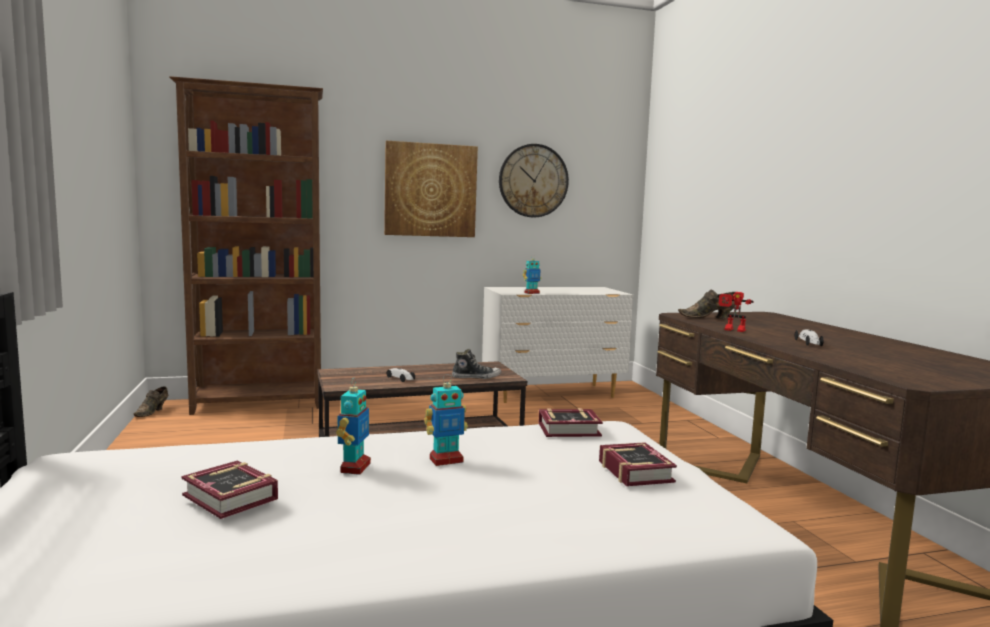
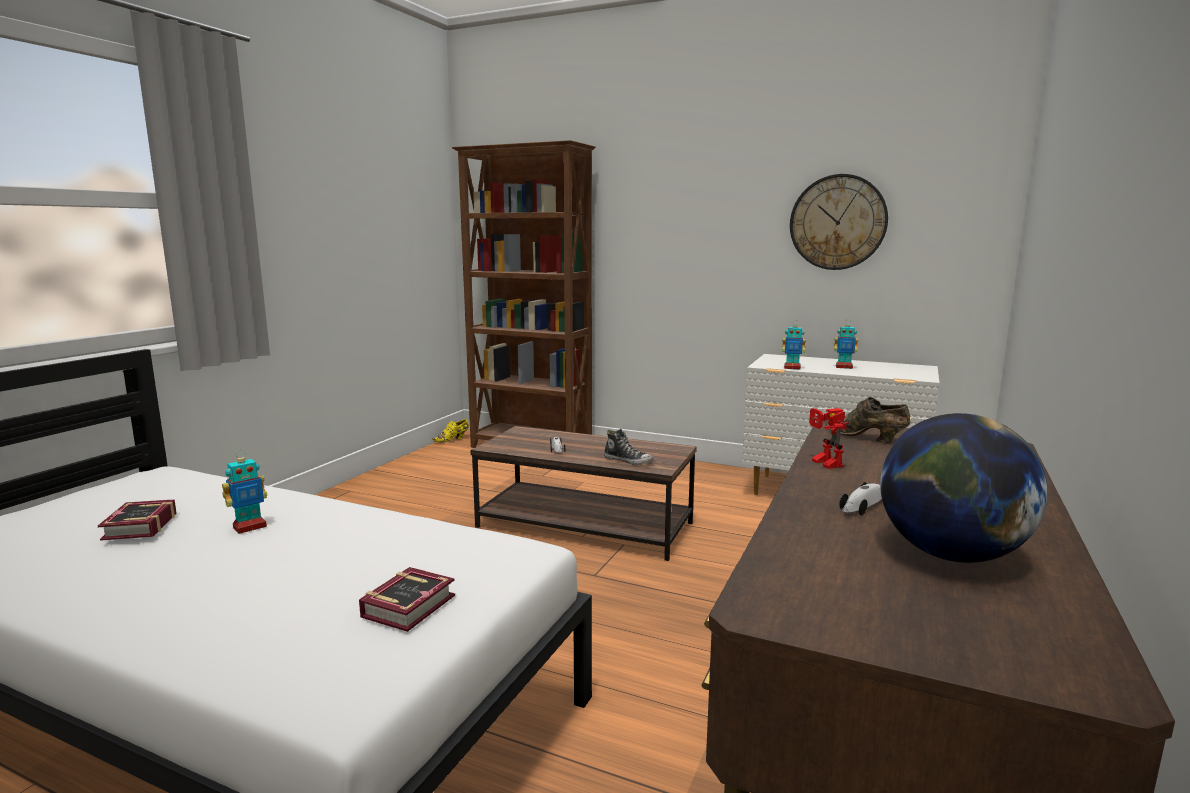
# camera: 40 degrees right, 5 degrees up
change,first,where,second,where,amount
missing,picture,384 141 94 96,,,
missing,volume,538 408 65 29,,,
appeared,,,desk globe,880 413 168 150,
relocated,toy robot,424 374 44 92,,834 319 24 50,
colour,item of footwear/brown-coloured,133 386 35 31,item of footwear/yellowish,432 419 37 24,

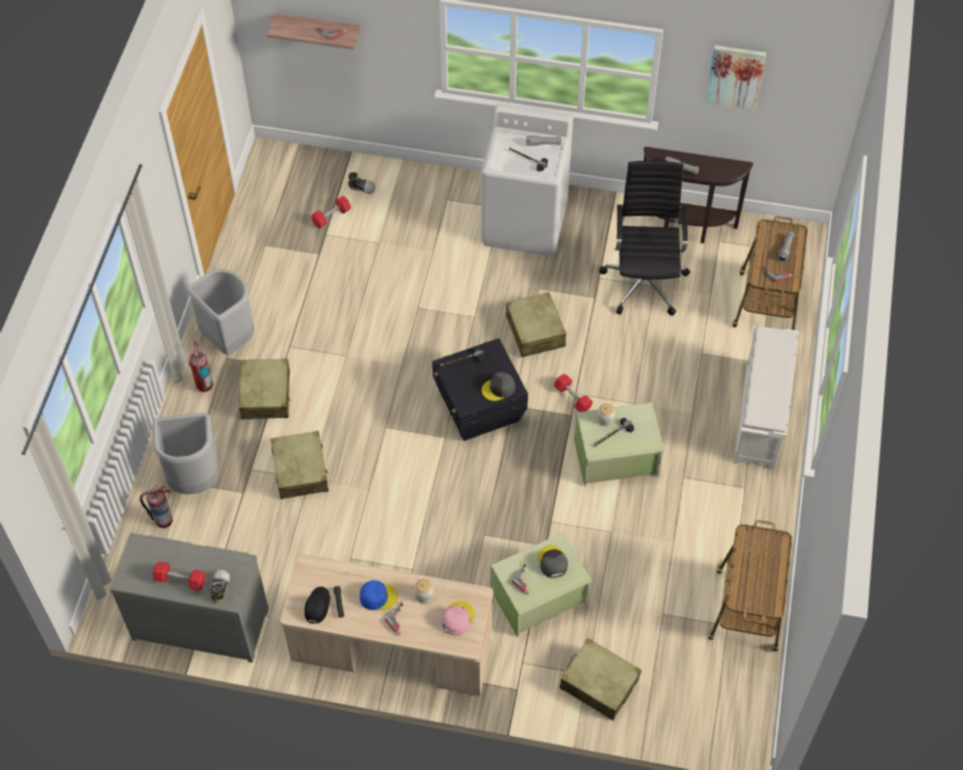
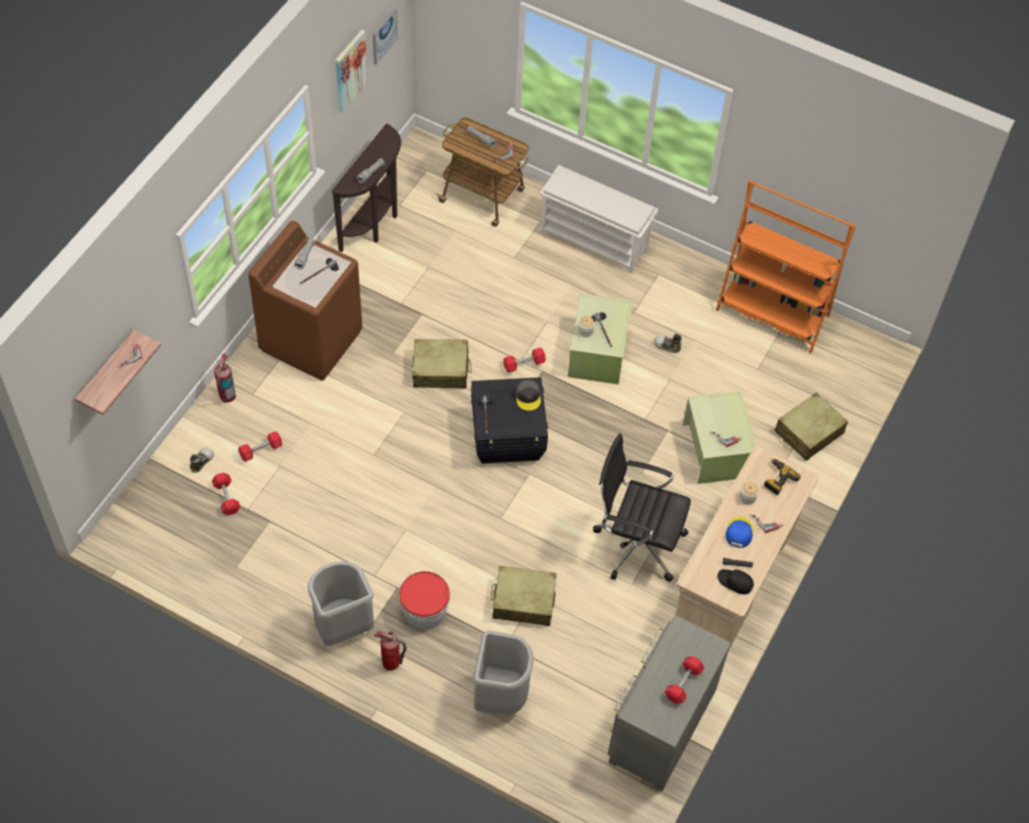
# camera: 75 degrees left, 0 degrees up
change,first,where,second,where,amount
missing,baseball cap/grey,538 545 30 33,,,
appeared,,,dumbbell/reddish,238 431 44 31,
appeared,,,picture,372 9 26 56,
relocated,fire-fighting cylinder,140 485 33 43,,214 353 22 50,
relocated,item of footwear,210 570 20 34,,654 334 28 19,
relocated,office chair/black-coloured,599 161 91 154,,593 433 98 149,
exchanged,piece of luggage/beige,239 359 51 60,bucket,399 571 51 59,
exchanged,baseball cap/pink,442 601 32 35,electric drill,764 458 37 37,
exchanged,trolley,708 520 84 131,bookcase/orangey,716 180 140 173,
colour,washing machine/whitish,481 105 92 151,washing machine/brown-coloured,248 221 114 160,

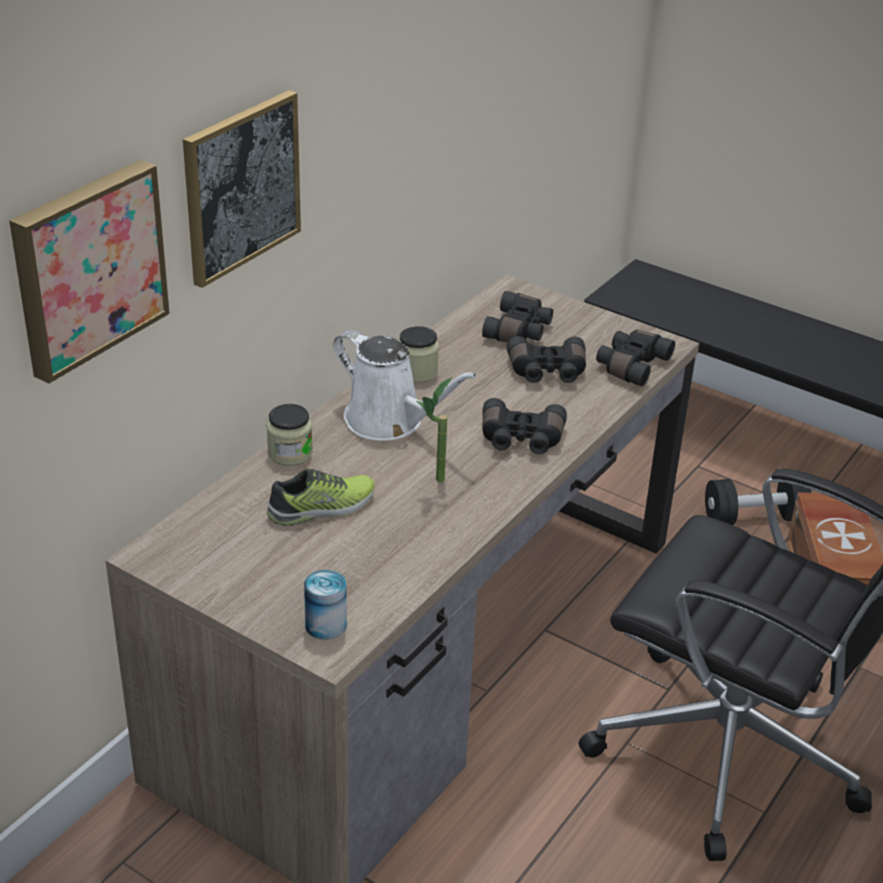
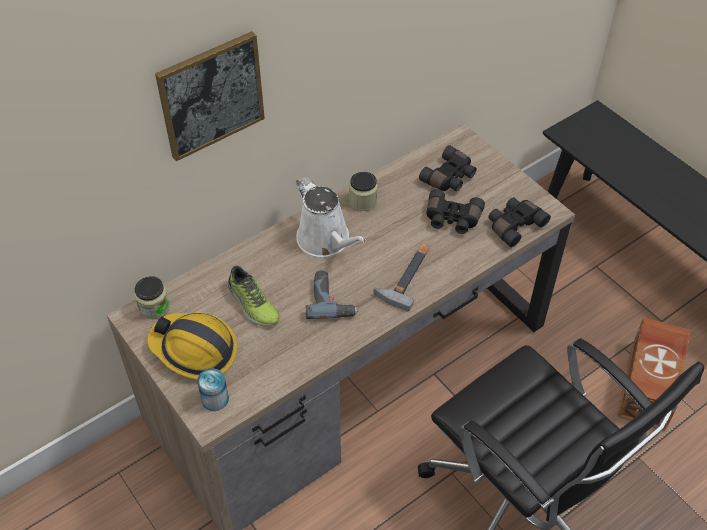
# camera: 20 degrees right, 15 degrees up
change,first,where,second,where,amount
missing,picture,9 160 161 224,,,
missing,dumbbell/black-coloured,705 479 107 46,,,
appeared,,,hard hat,147 313 90 66,
relocated,preserve jar,267 404 46 62,,134 276 36 43,
exchanged,plant in a pot,416 377 36 105,electric drill,306 270 52 49,
exchanged,field glasses/black-coloured,482 398 85 56,hand hammer,374 244 56 68,
spun,item of footwear,267 469 107 57,,228 266 52 61,60 degrees clockwise

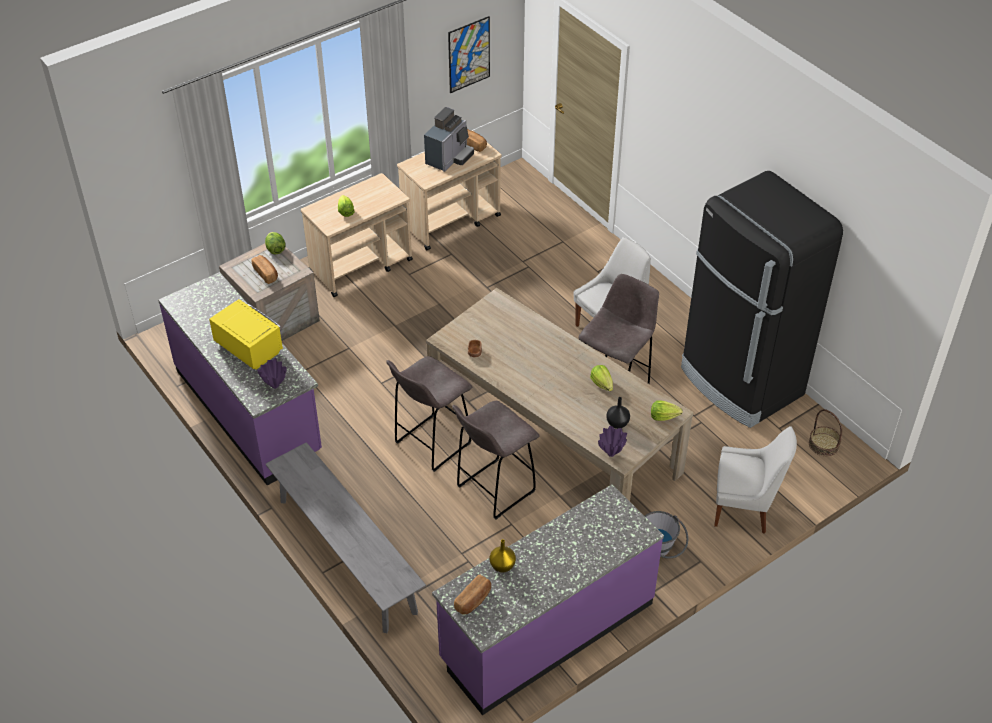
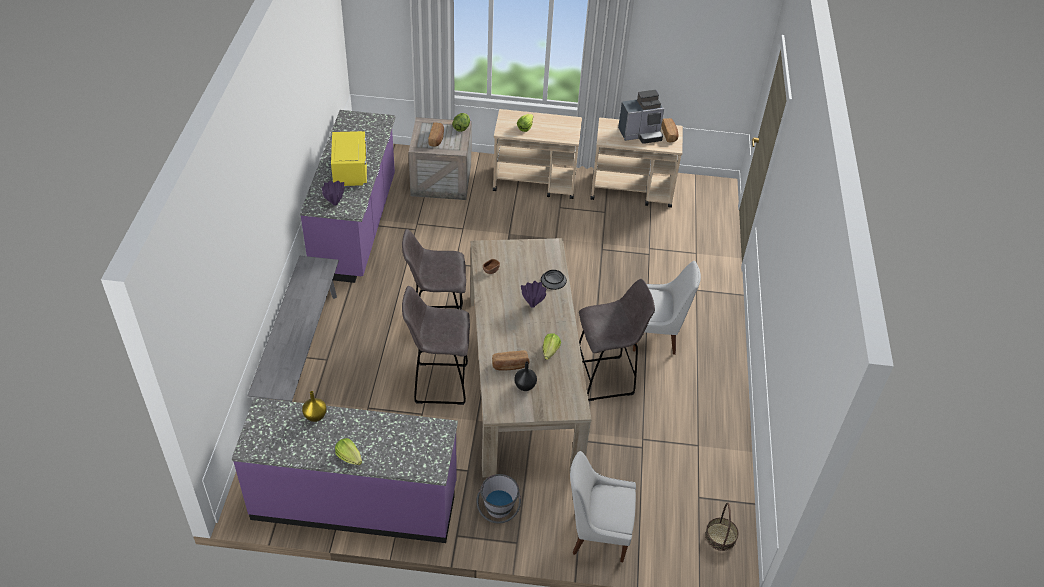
# camera: 40 degrees right, 0 degrees up
change,first,where,second,where,amount
missing,picture,448 16 42 77,,,
missing,kitchen fridge/black-coloured,681 171 162 257,,,
appeared,,,serving bowl,541 270 26 20,
relocated,bakery bread,454 575 37 40,,492 351 37 19,
relocated,flower vase/purple-coloured,598 426 29 31,,521 281 25 27,
relocated,lettuce head,651 400 32 21,,335 438 27 27,
spun,chair/whitish,714 426 83 108,,570 451 66 111,135 degrees clockwise

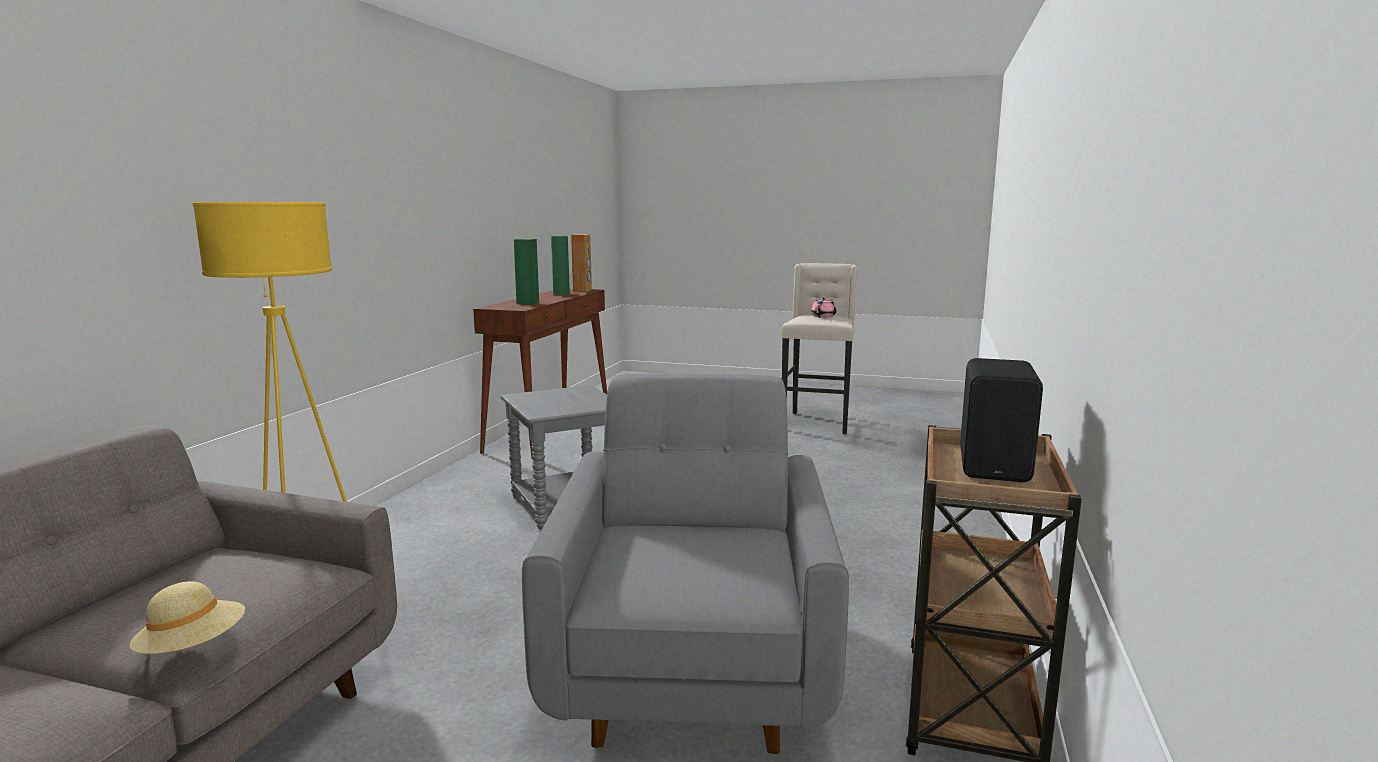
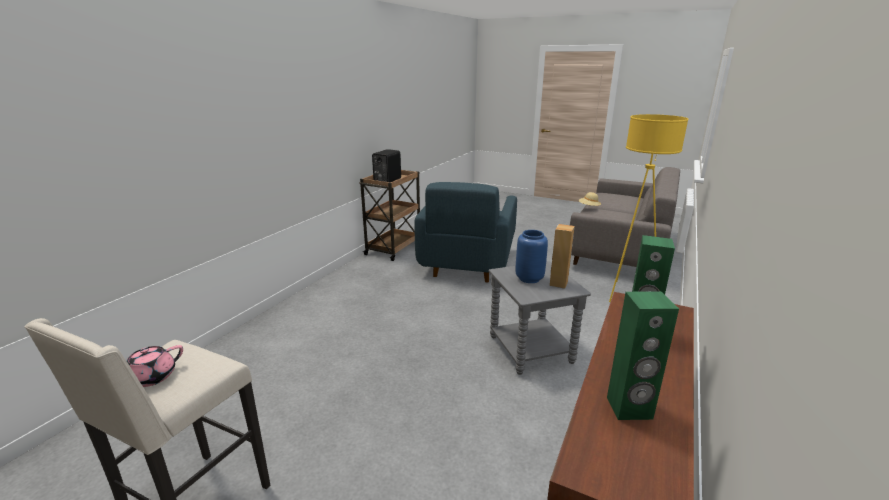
# camera: 170 degrees left, 10 degrees up
change,first,where,second,where,amount
appeared,,,flower vase/bluish,515 230 33 53,
relocated,speaker/brown-coloured,571 234 21 58,,550 224 25 65,
colour,armchair/grey,522 373 327 381,armchair/bluish,414 182 103 101,

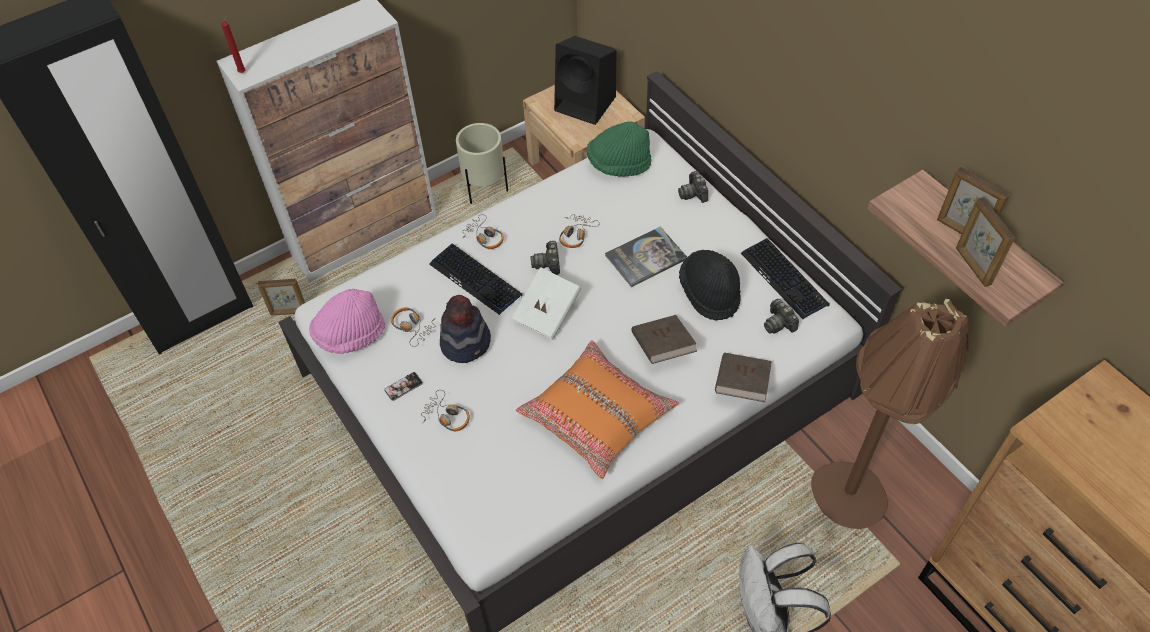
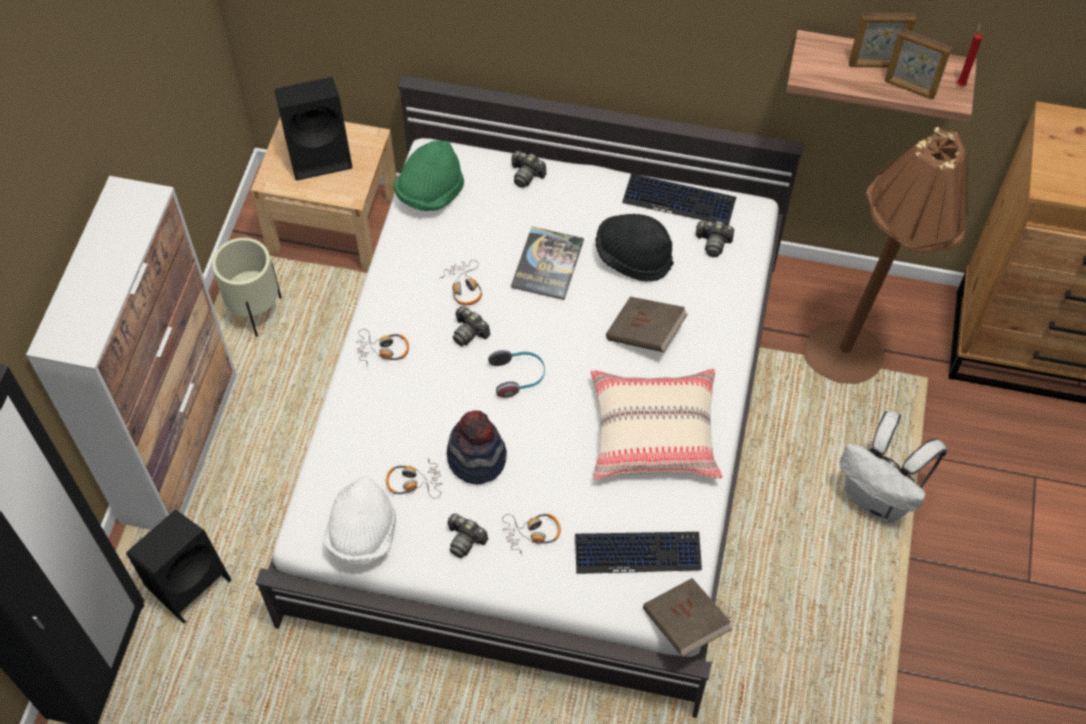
# camera: 45 degrees left, 5 degrees up
change,first,where,second,where,amount
relocated,candle/reddish,221 14 25 59,,957 24 26 62,
relocated,keyboard,429 244 93 71,,575 532 127 42,
relocated,volume/brown-coloured,715 353 57 49,,643 578 89 79,
exchanged,picture frame,257 279 48 37,speaker/black-coloured,126 510 105 114,
exchanged,handset,384 372 39 29,photo camera,448 513 40 45,
exchanged,volume/whitish,512 267 69 73,headset,488 350 57 48,
colour,hat/pink,309 289 76 65,hat/whitish,323 476 73 89,
colour,cushion/orangey,516 340 163 139,cushion/beige,591 369 132 111,

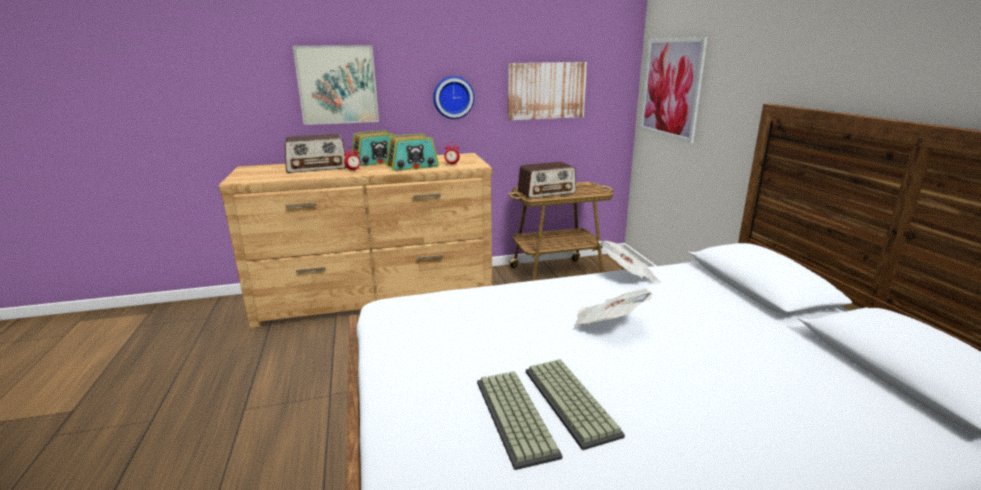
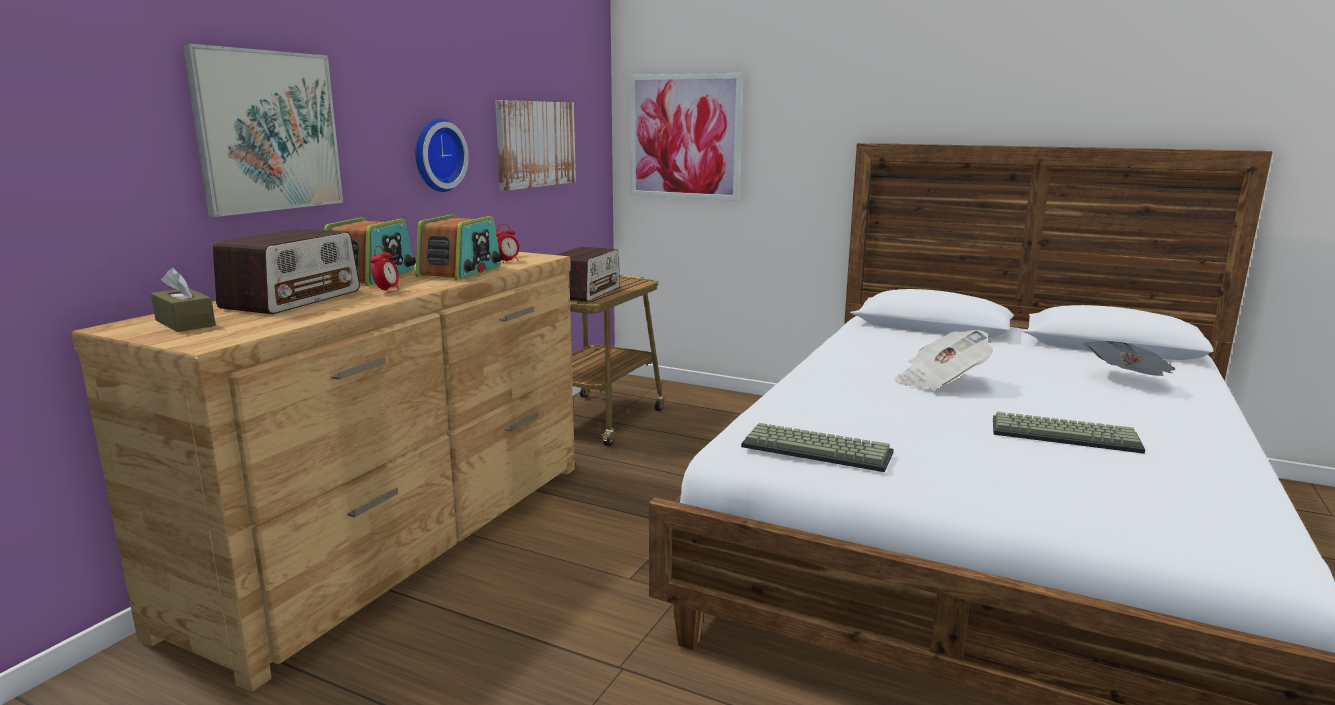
# camera: 50 degrees left, 5 degrees down
change,first,where,second,where,amount
appeared,,,tissue holder/brown-coloured,151 268 65 64,
relocated,keyboard,477 371 85 99,,741 423 153 49,
relocated,newspaper,598 241 63 41,,1083 341 92 35,

